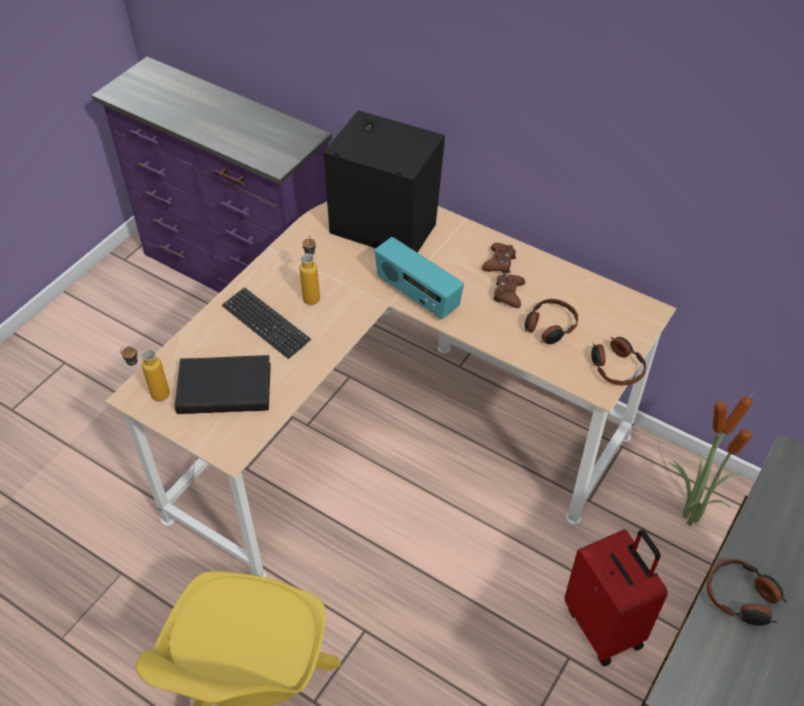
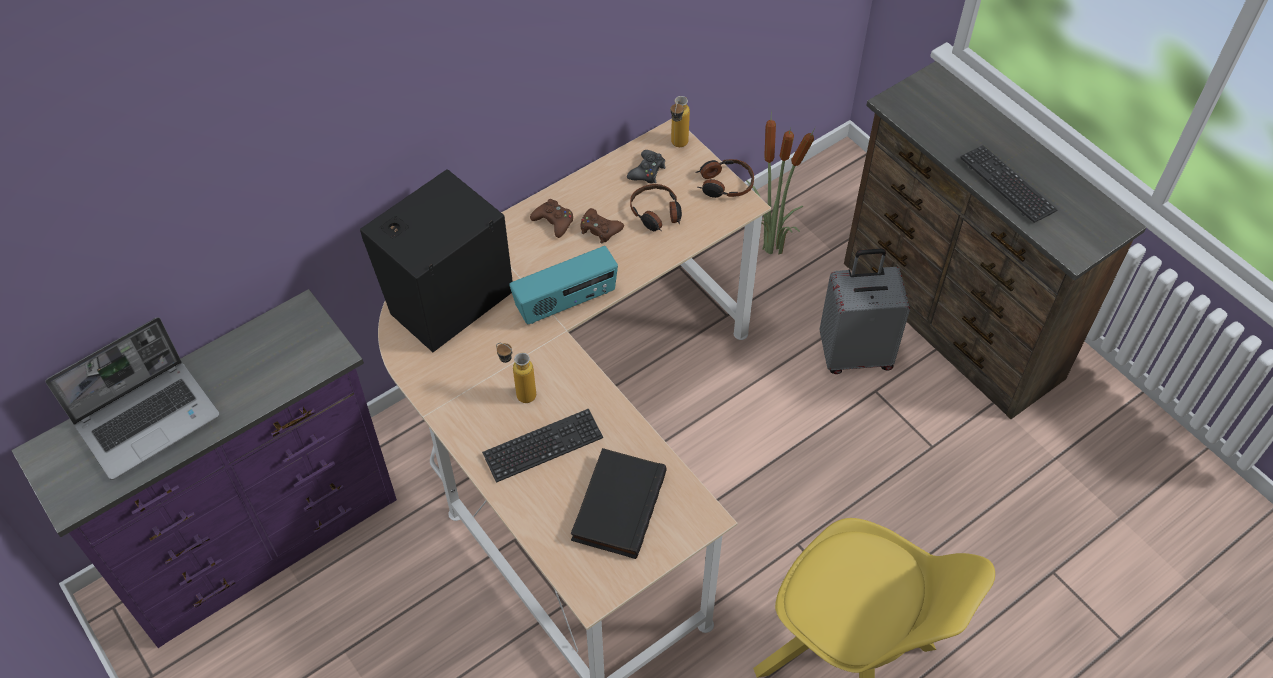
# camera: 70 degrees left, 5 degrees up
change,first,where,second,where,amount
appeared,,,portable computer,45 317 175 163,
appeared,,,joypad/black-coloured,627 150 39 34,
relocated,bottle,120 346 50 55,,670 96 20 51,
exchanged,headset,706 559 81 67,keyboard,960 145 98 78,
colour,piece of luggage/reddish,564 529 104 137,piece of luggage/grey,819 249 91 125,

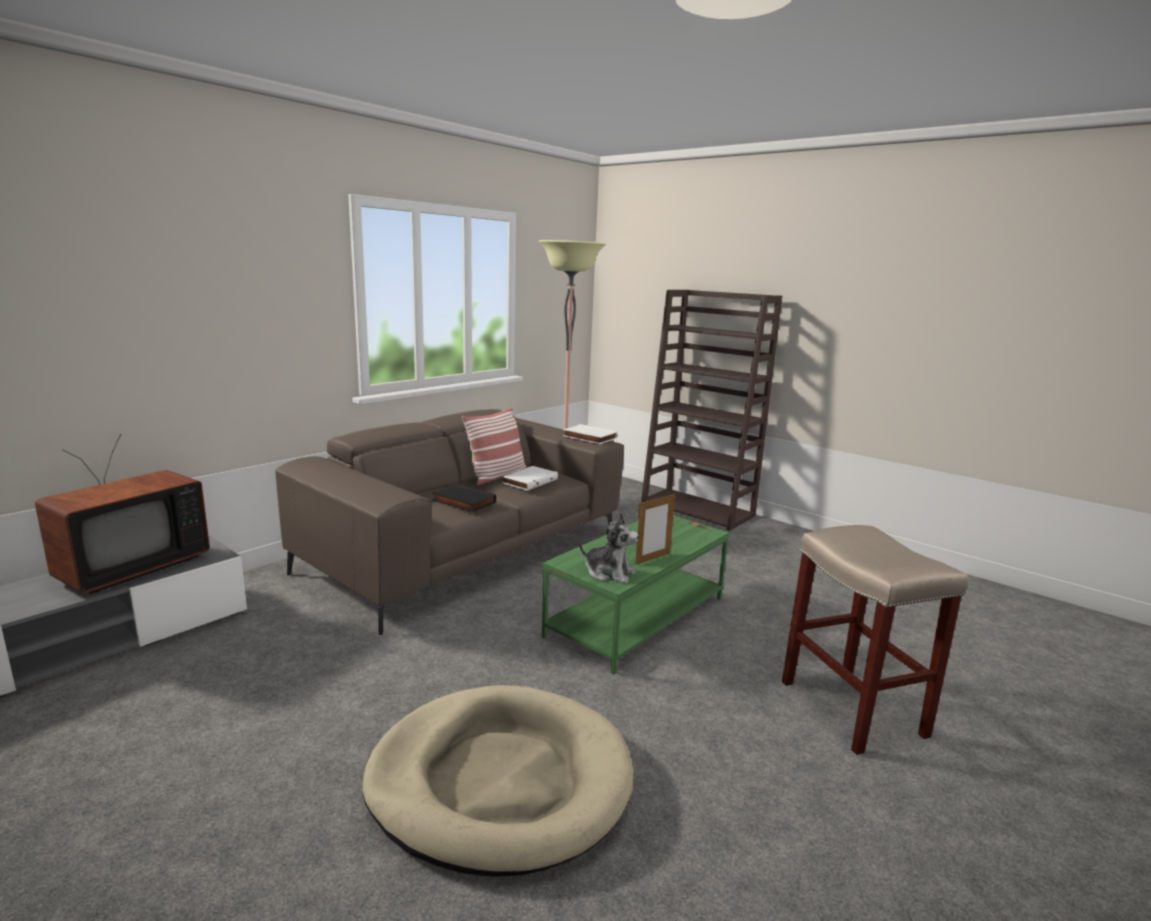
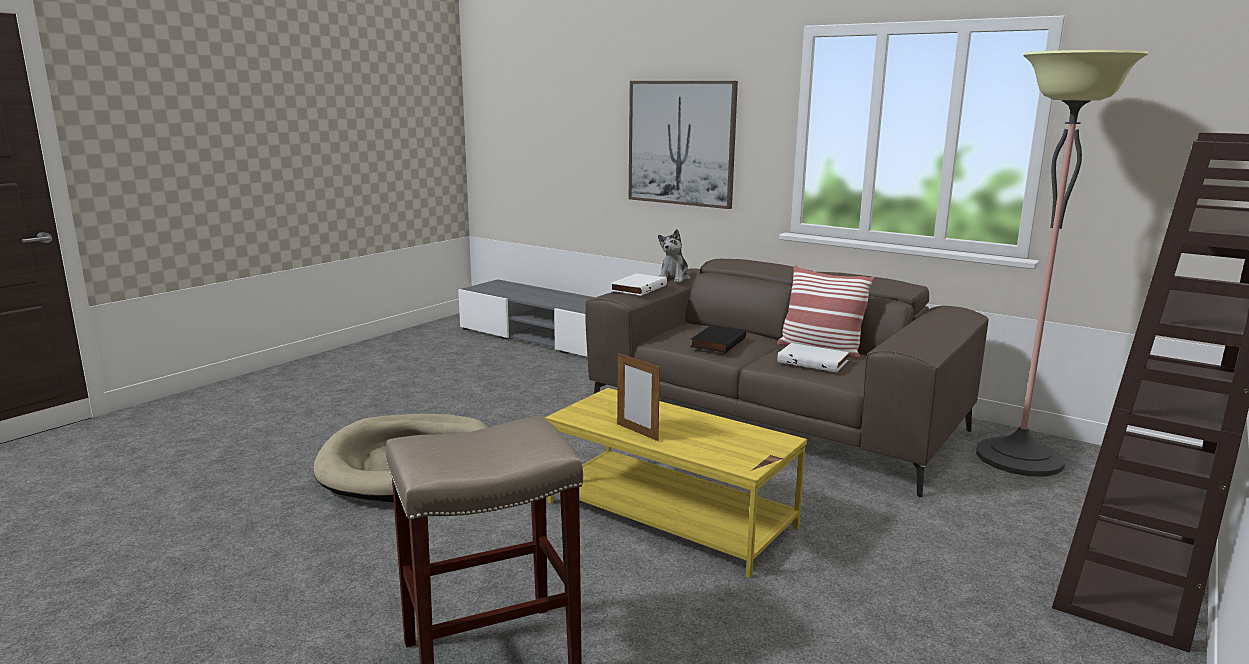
# camera: 85 degrees right, 0 degrees up
change,first,where,second,where,amount
missing,TV,35 434 175 160,,,
appeared,,,picture,629 81 109 128,
relocated,volume/whitish,563 424 54 20,,610 273 57 23,
relocated,cuddly toy,579 512 60 71,,658 229 32 54,
colour,lounge table/green-coloured,542 515 187 160,lounge table/yellowish,544 388 263 190,

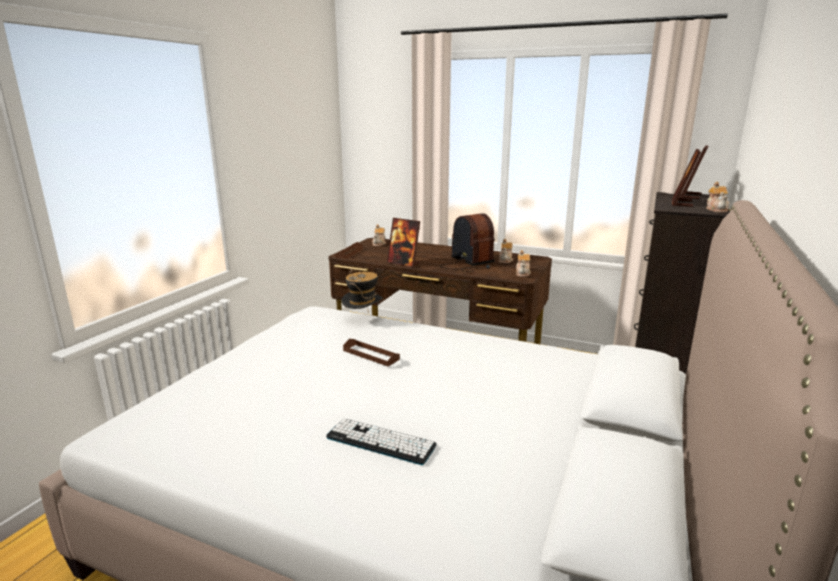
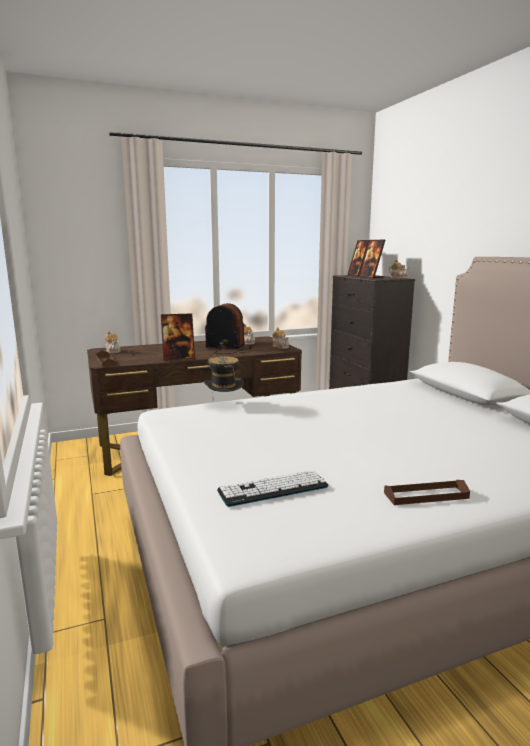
# camera: 45 degrees left, 5 degrees down
change,first,where,second,where,amount
relocated,keyboard,326 419 111 46,,217 470 111 37,
relocated,carrying tray/brown-coloured,343 339 57 27,,384 480 86 25,

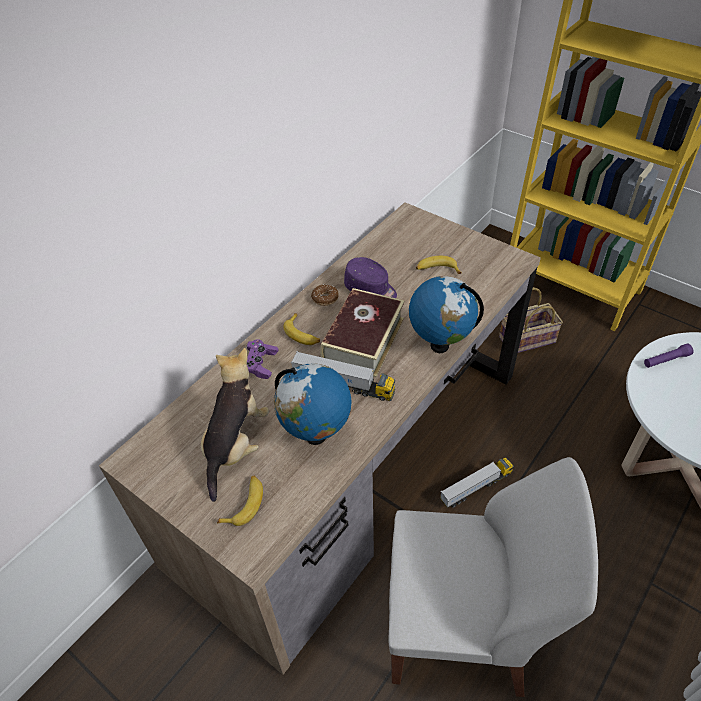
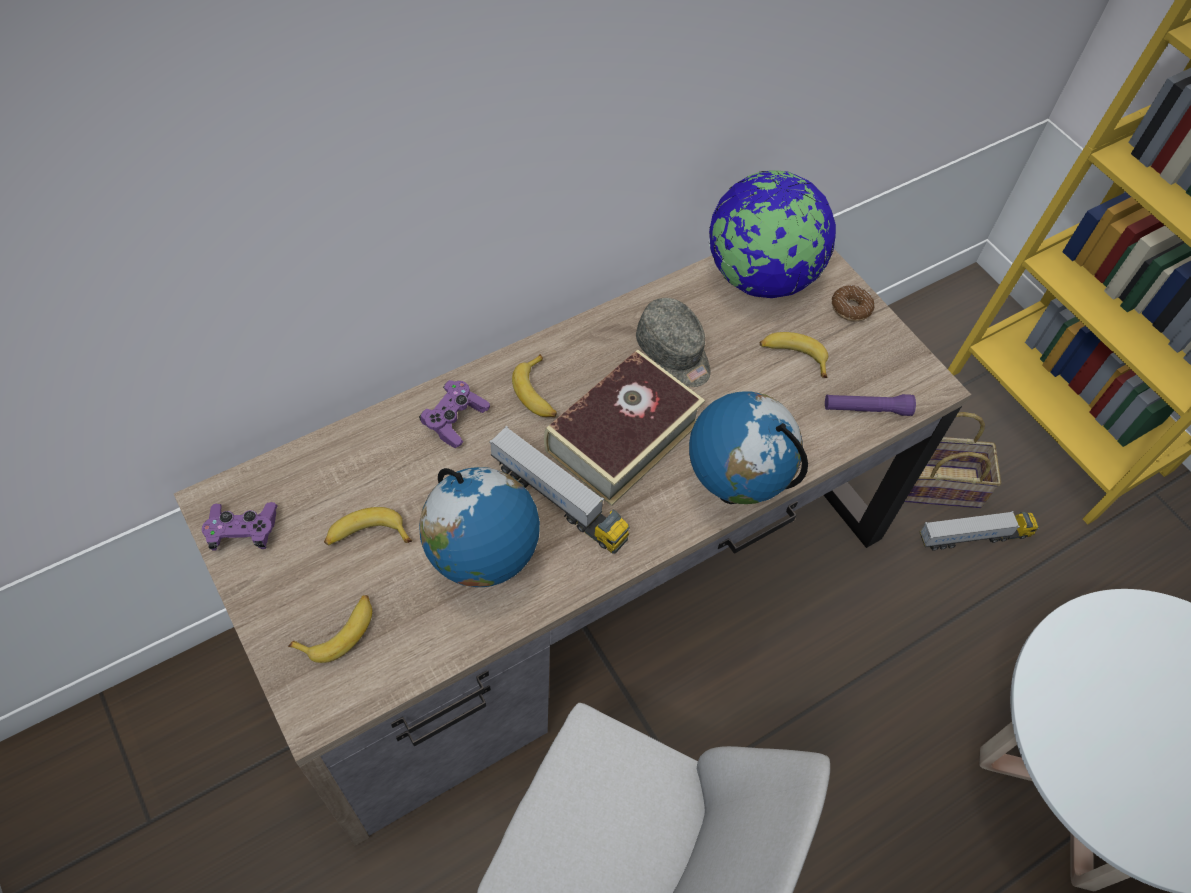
# camera: 15 degrees right, 10 degrees up
change,first,where,second,where,amount
appeared,,,joypad/purple-coloured,202 502 76 49,
appeared,,,desk globe,709 170 127 128,
relocated,donut,311 284 28 22,,832 285 43 37,
relocated,model truck,440 458 74 50,,919 511 120 40,
relocated,flashlight/purple-coloured,644 344 49 24,,825 394 91 22,
exchanged,cuddly toy,201 348 68 154,banana fruit,324 507 88 38,
colour,baseball cap/purple-coloured,344 257 53 41,baseball cap/grey,636 298 74 89,

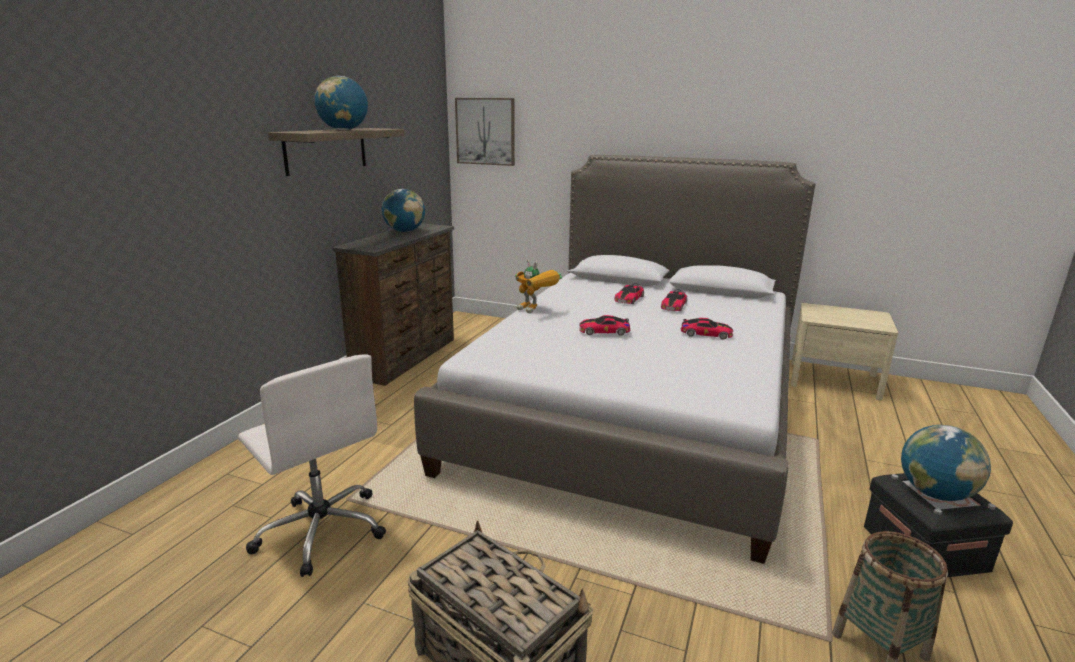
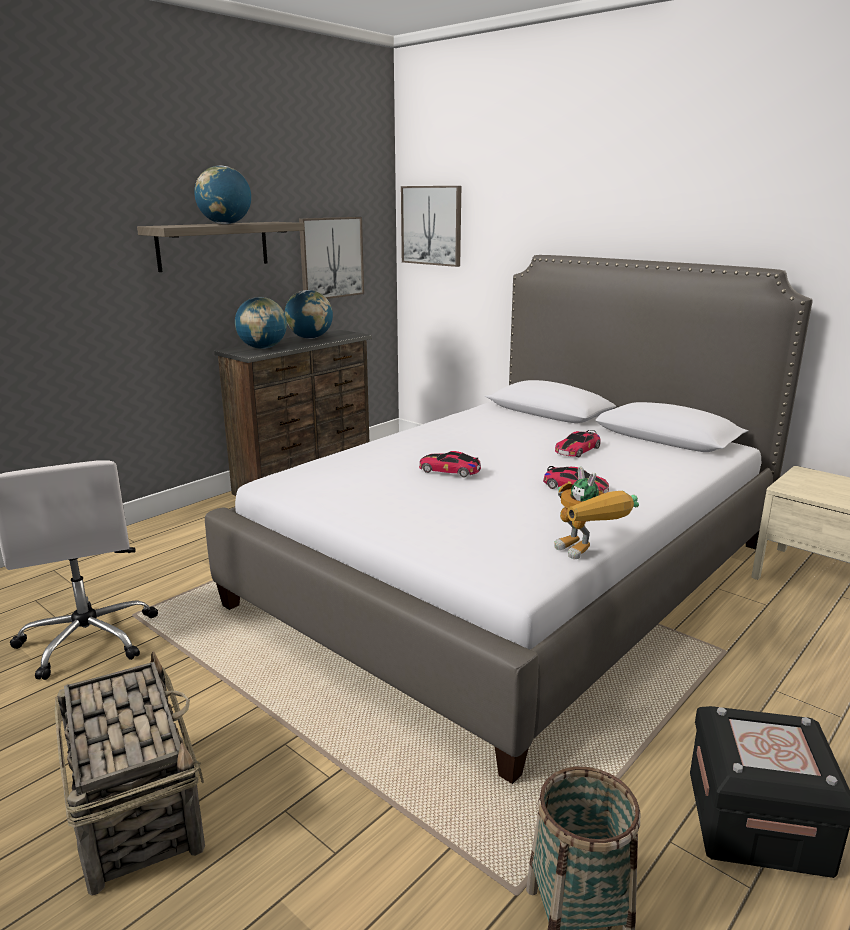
# camera: 20 degrees right, 0 degrees up
change,first,where,second,where,amount
missing,miniature car,615 284 29 20,,,
appeared,,,picture,299 217 65 82,
relocated,toy robot,515 260 47 53,,554 466 85 93,
relocated,desk globe,901 425 90 76,,235 297 52 52,

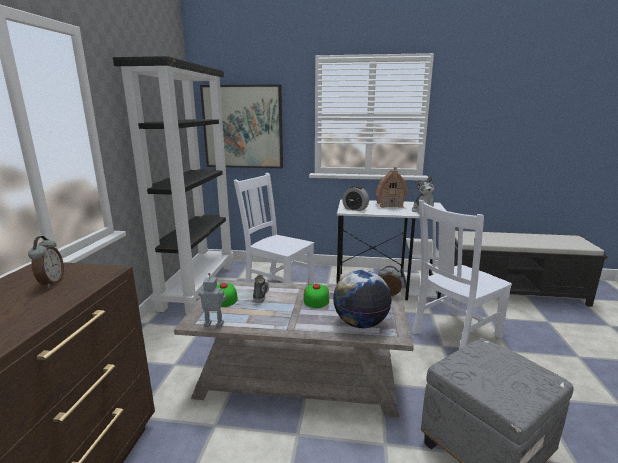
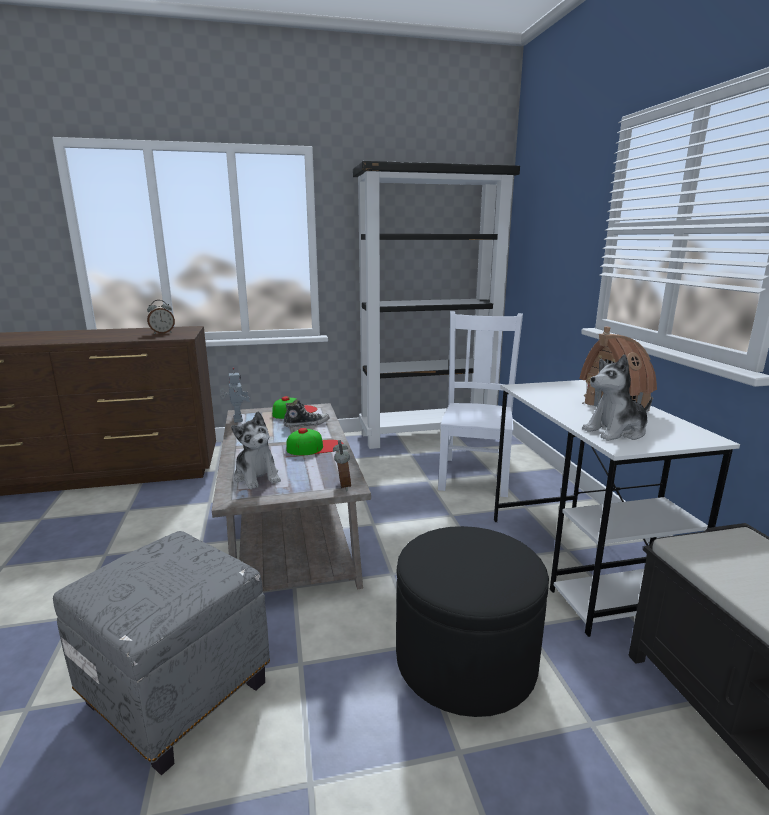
# camera: 70 degrees right, 0 degrees up
change,first,where,second,where,amount
missing,picture,200 84 83 84,,,
missing,alarm clock,342 186 27 25,,,
exchanged,desk globe,333 270 59 58,cuddly toy,231 412 50 77,
exchanged,chair/whitish,412 200 100 149,ottoman/black-coloured,396 526 153 191,

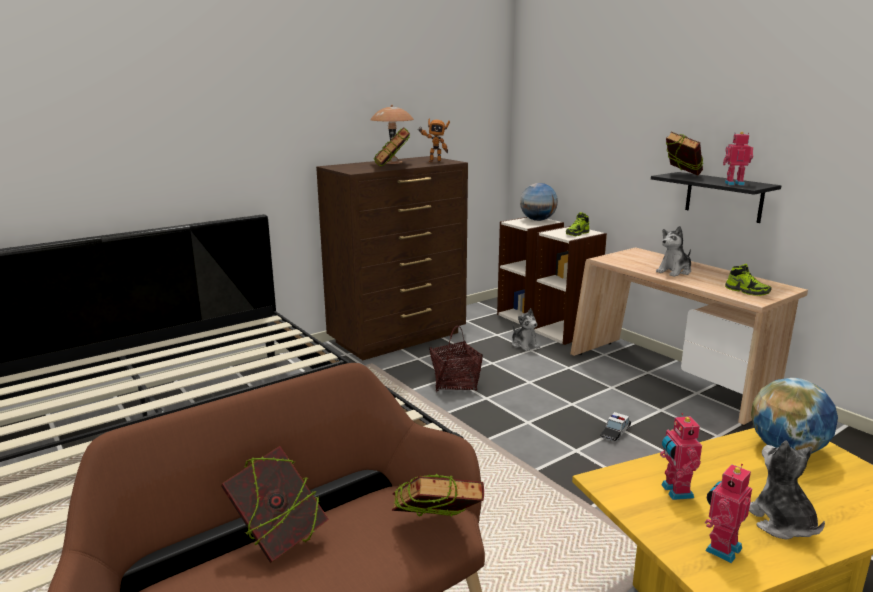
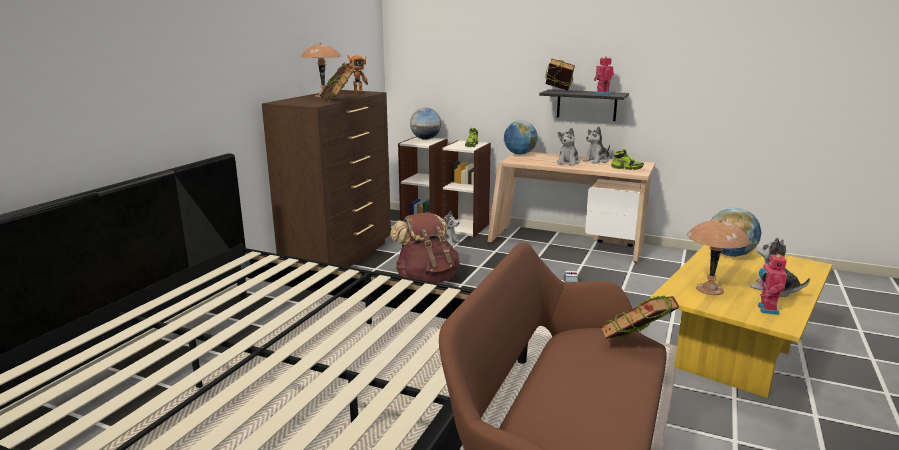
# camera: 30 degrees left, 0 degrees up
change,first,where,second,where,amount
missing,volume,221 446 108 117,,,
appeared,,,desk globe,504 121 34 34,
appeared,,,cuddly toy,583 126 27 38,
exchanged,basket,429 326 54 66,rucksack/brown-coloured,390 212 70 71,
exchanged,toy robot,660 413 42 87,lamp for a table/brown-coloured,687 219 63 76,

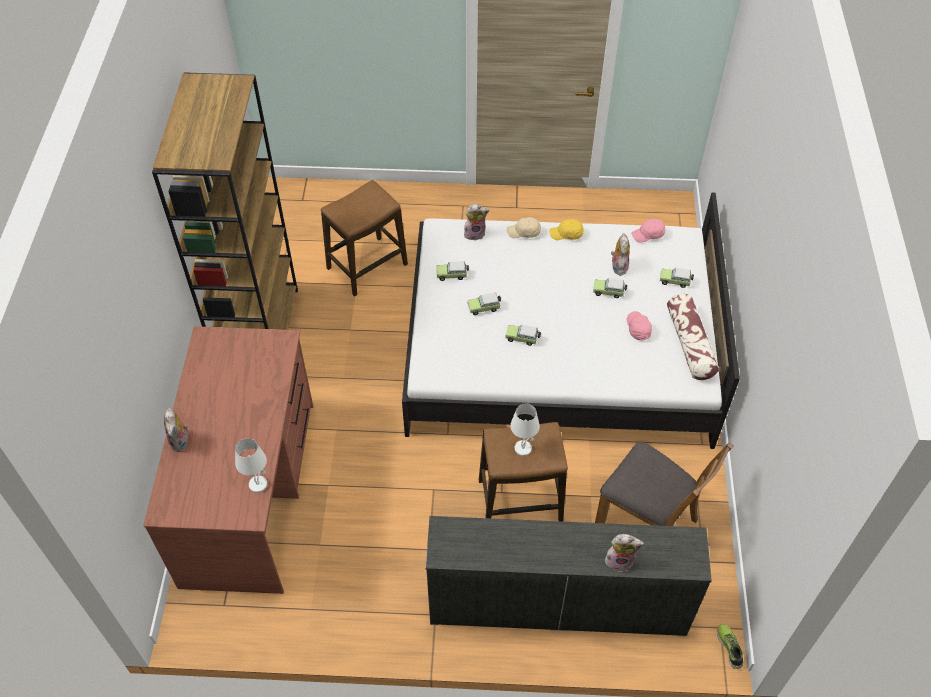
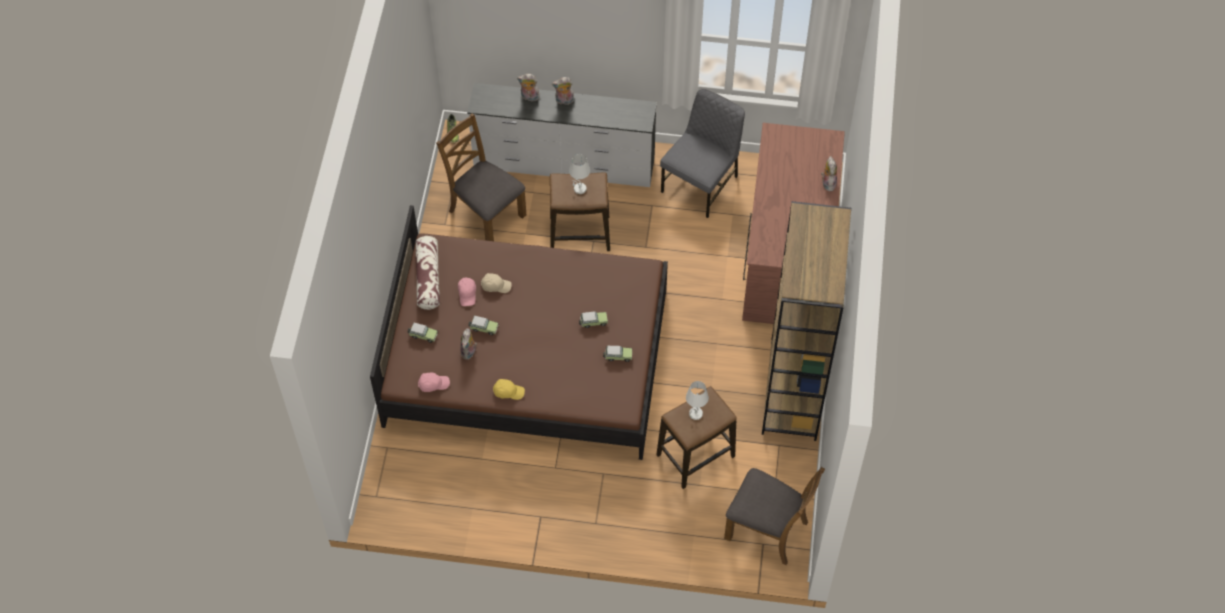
# camera: 175 degrees left, 5 degrees up
change,first,where,second,where,amount
missing,miniature car,505 325 36 21,,,
appeared,,,chair/grey,660 89 85 129,
appeared,,,chair/brown-coloured,724 467 101 98,
relocated,lamp for a table/whitish,235 438 32 55,,686 381 23 39,
relocated,cuddly toy,463 204 27 37,,552 77 22 27,
relocated,baseball cap/beige,507 217 34 21,,481 273 31 20,
colour,sleeping bed/whitish,402 193 338 256,sleeping bed/brown-coloured,370 205 298 255,

